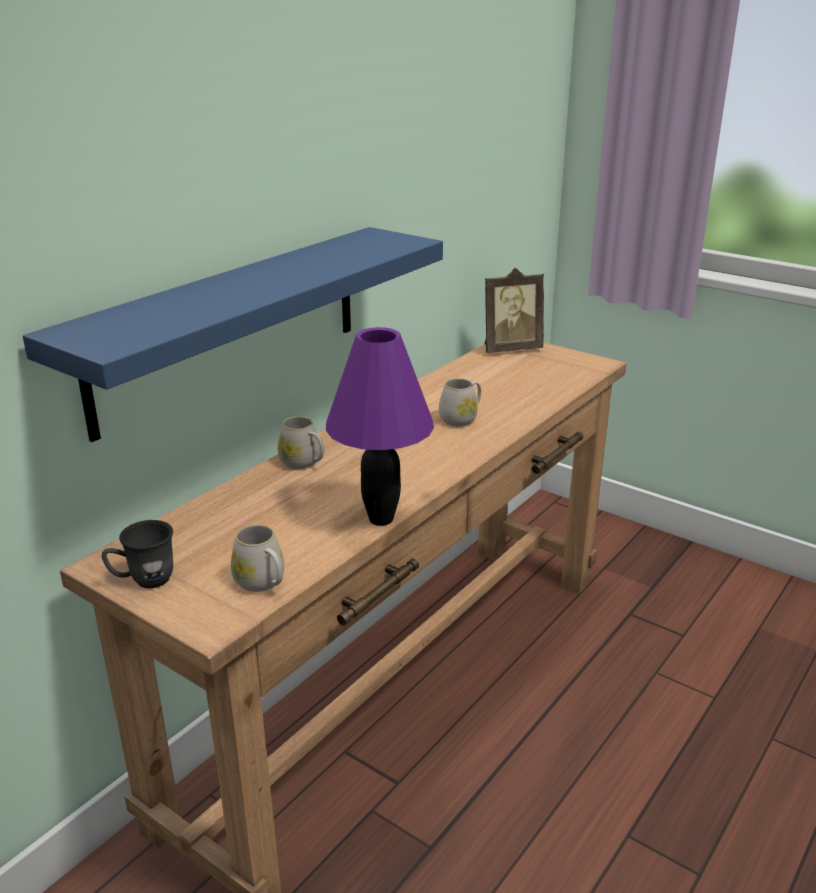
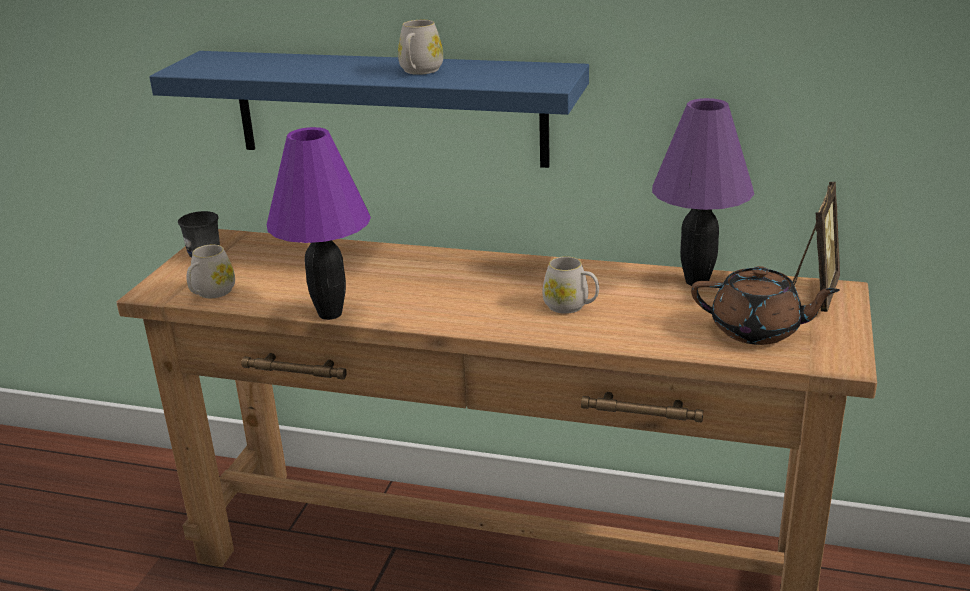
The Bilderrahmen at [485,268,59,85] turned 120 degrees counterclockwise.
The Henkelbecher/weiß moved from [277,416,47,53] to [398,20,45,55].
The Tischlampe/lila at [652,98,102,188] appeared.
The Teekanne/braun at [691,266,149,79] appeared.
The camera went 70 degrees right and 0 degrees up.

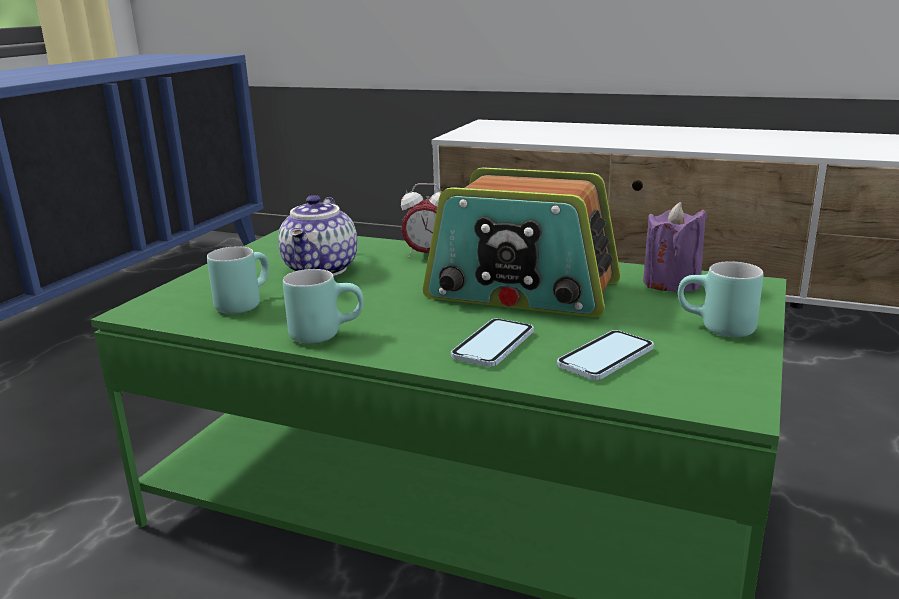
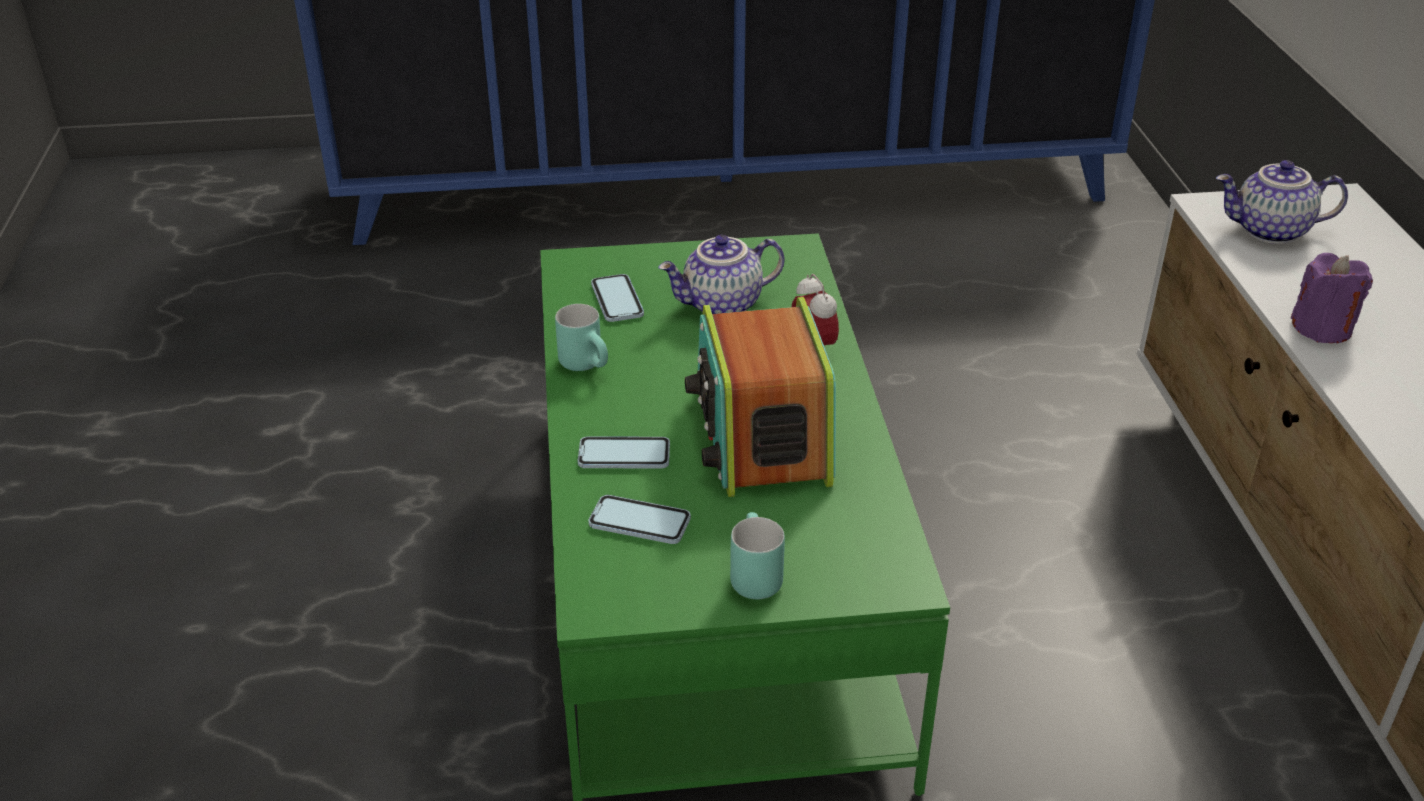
The Kerze/lila moved from [643,202,64,90] to [1291,253,82,90].
The Henkelbecher/türkis at [207,246,62,68] was replaced by the Handy at [591,274,53,48].
The Teekanne at [1216,160,132,84] appeared.
The camera went 60 degrees right and 15 degrees up.

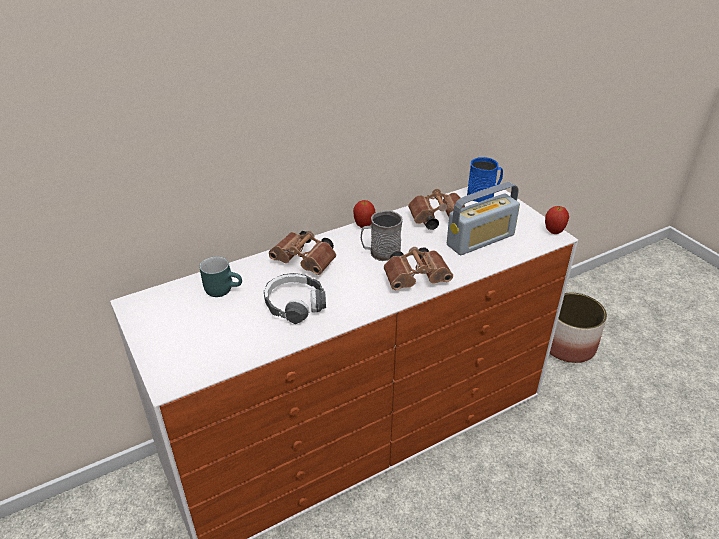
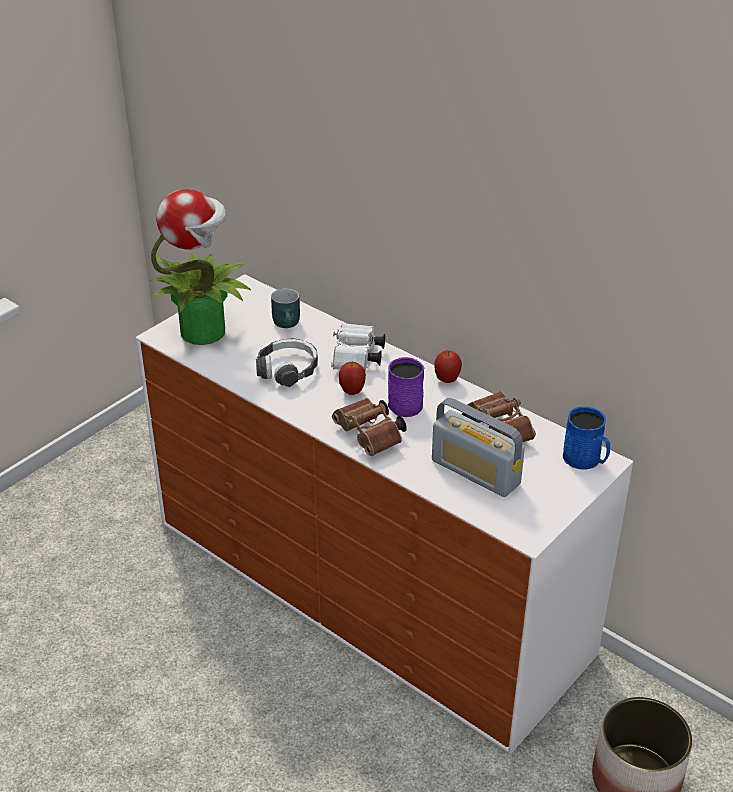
The Apfel moved from [545,206,24,28] to [339,362,27,33].
The Henkelbecher/grau at [361,210,42,51] became the Henkelbecher/lila at [388,357,37,60].
The Fernglas/braun at [269,231,67,44] became the Fernglas/weiß at [331,323,54,48].
The Topfpflanze at [150,189,101,156] appeared.
The camera went 70 degrees right and 0 degrees up.

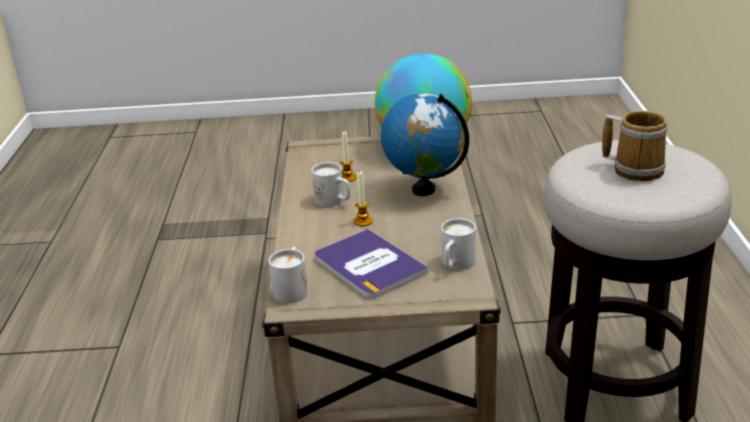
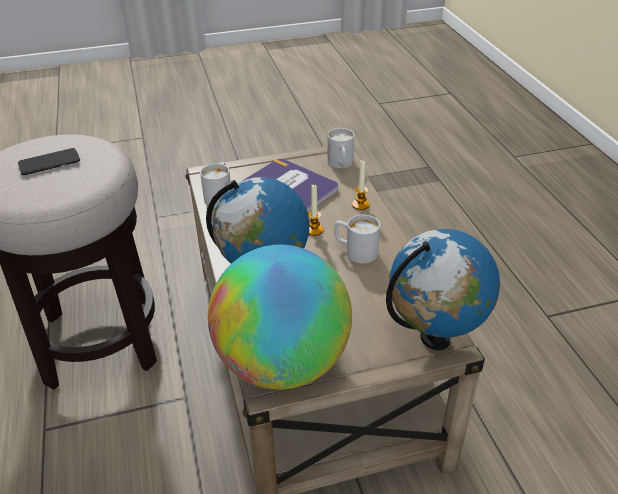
The Henkelbecher at [602,111,66,70] was replaced by the Handy at [18,148,62,27].
The Kerze moved from [340,132,16,50] to [352,160,18,50].
The Globus at [386,229,114,122] appeared.
The camera went 165 degrees right and 10 degrees up.

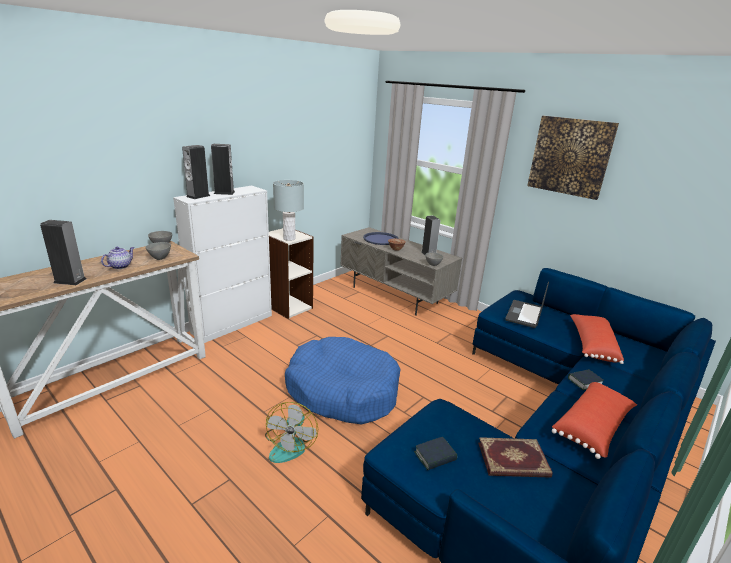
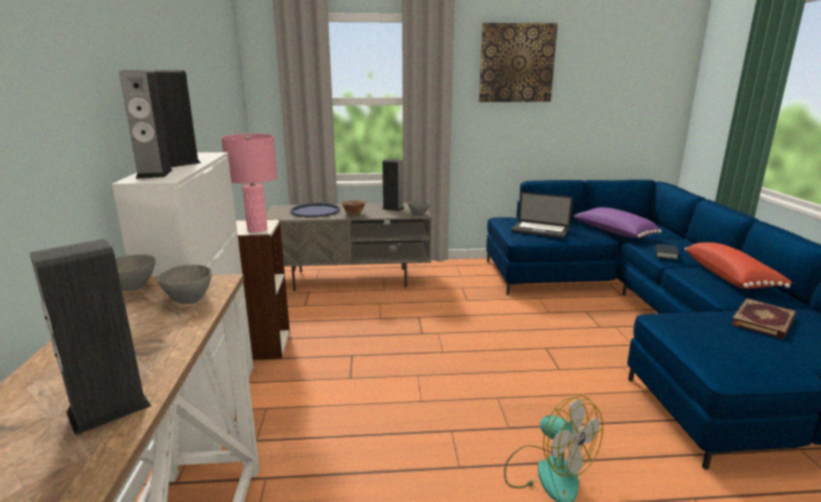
The Tischlampe/grau at [273,180,31,61] became the Tischlampe/rosa at [221,134,56,99].
The Teekanne at [101,247,33,22] disappeared.
The Laptop at [505,281,44,47] turned 45 degrees counterclockwise.
The Kissen/rot at [570,314,54,50] became the Kissen/lila at [574,207,88,31].
The Hundebett/blau at [285,337,116,87] disappeared.
The Buch at [414,437,43,33] disappeared.
The camera went 45 degrees left and 5 degrees down.

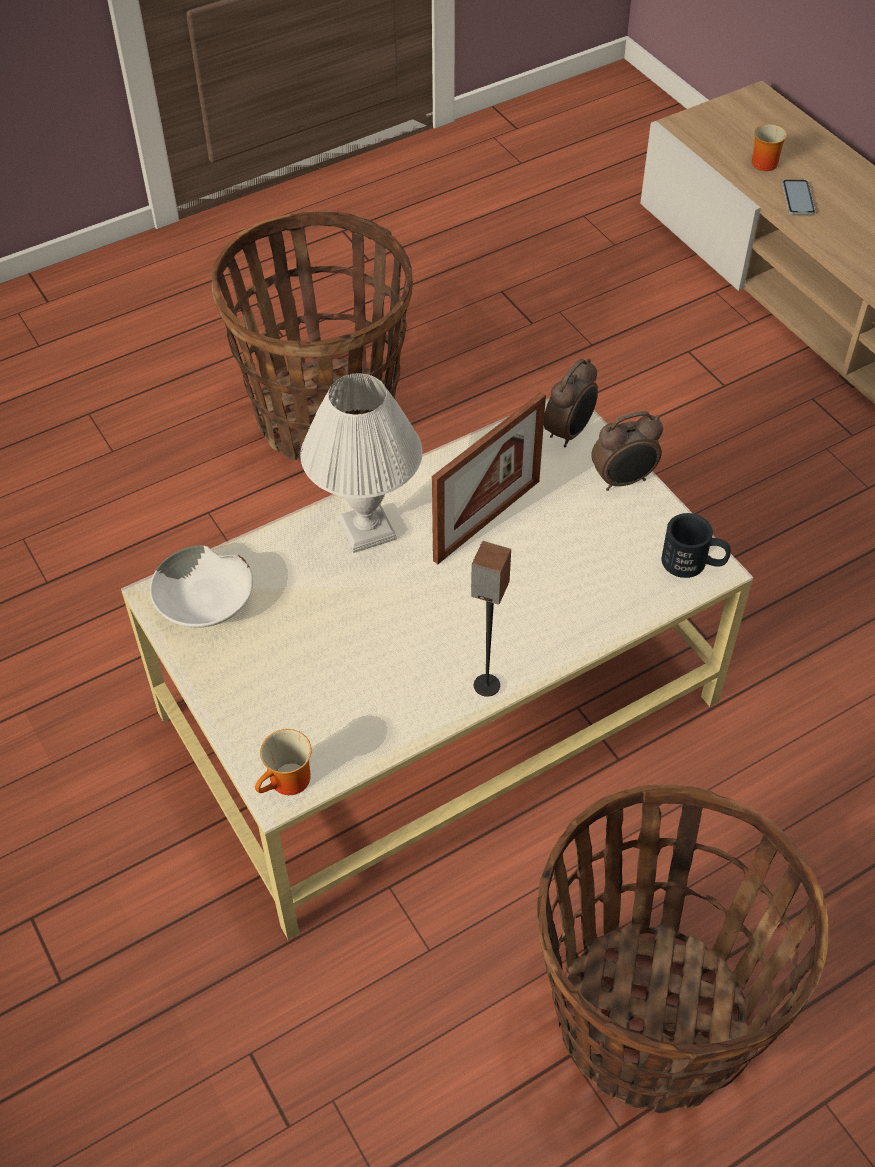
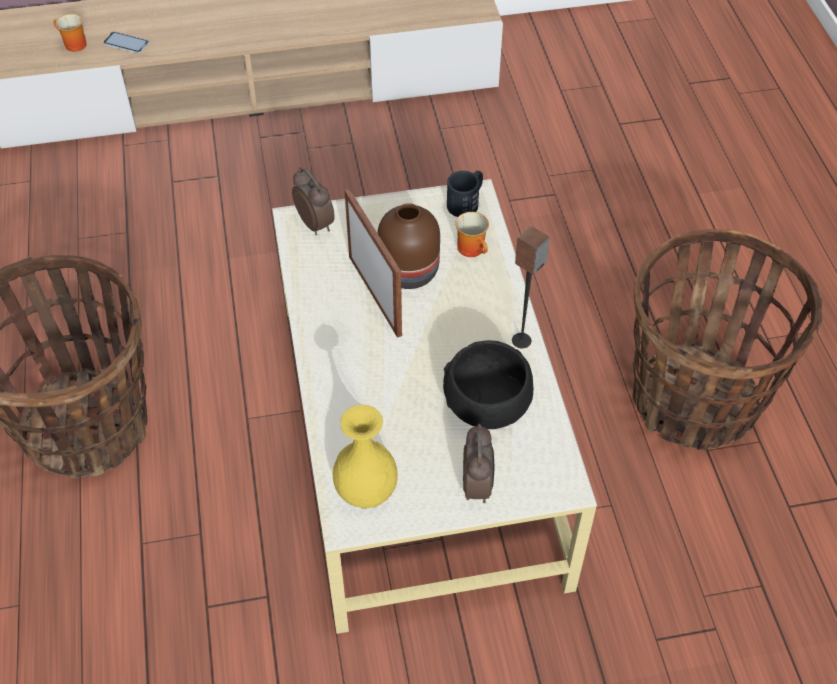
The Tischlampe/weiß at [300,373,123,180] disappeared.
The Wecker moved from [591,411,72,80] to [463,424,32,79].
The Schüssel/weiß at [150,545,103,83] was replaced by the Vase/gelb at [333,405,65,103].
The Henkelbecher moved from [255,729,57,66] to [455,212,34,45].
The Vase/braun at [377,203,63,86] appeared.
The Schüssel/schwarz at [443,340,90,89] appeared.
The camera went 70 degrees left and 0 degrees up.

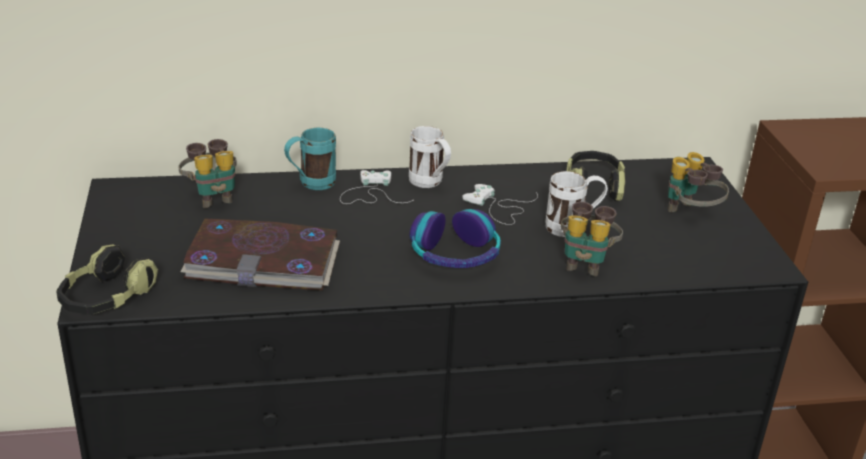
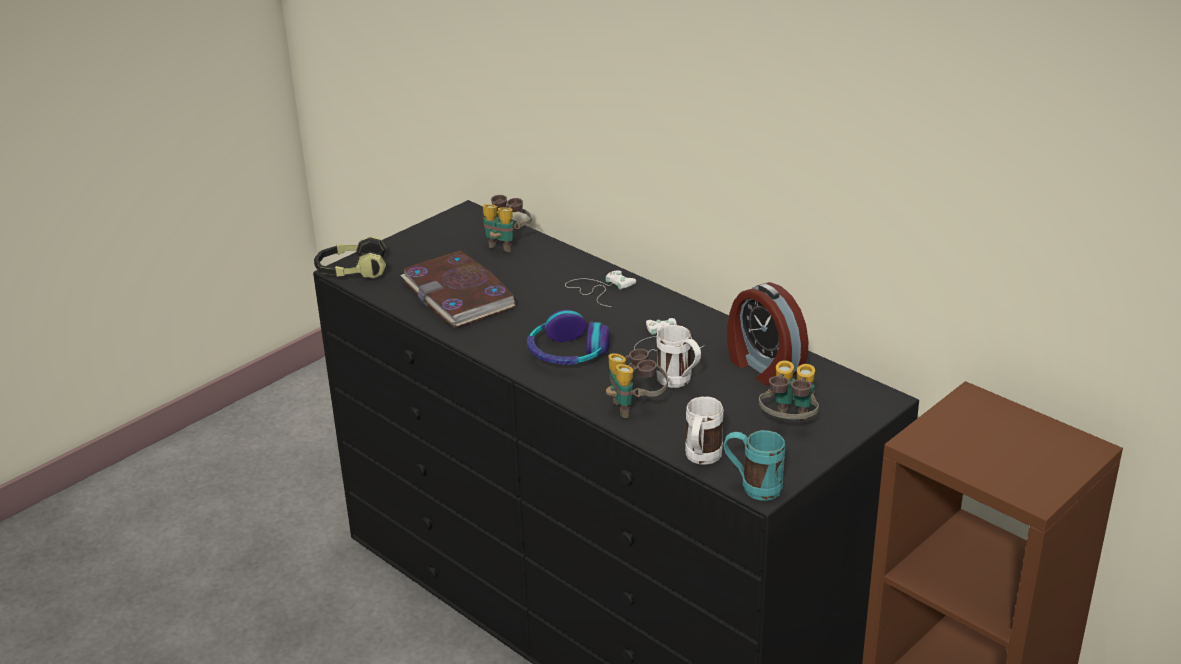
The Henkelbecher/weiß moved from [409,126,42,62] to [685,396,39,69].
The Henkelbecher/türkis moved from [284,127,52,63] to [723,430,62,71].
The Kopfhörer at [566,151,59,50] was replaced by the Wecker at [727,282,82,104].
The camera went 55 degrees right and 0 degrees up.

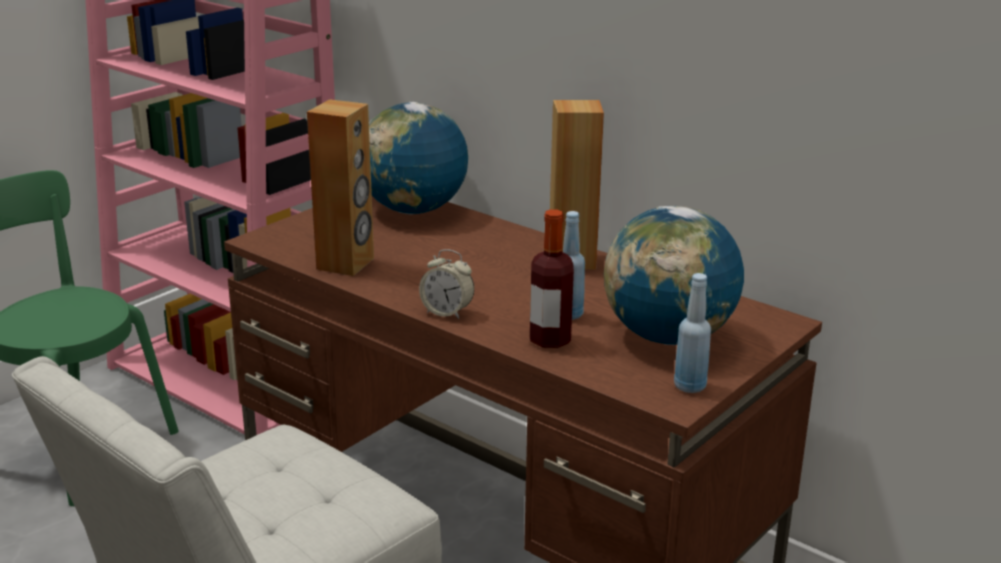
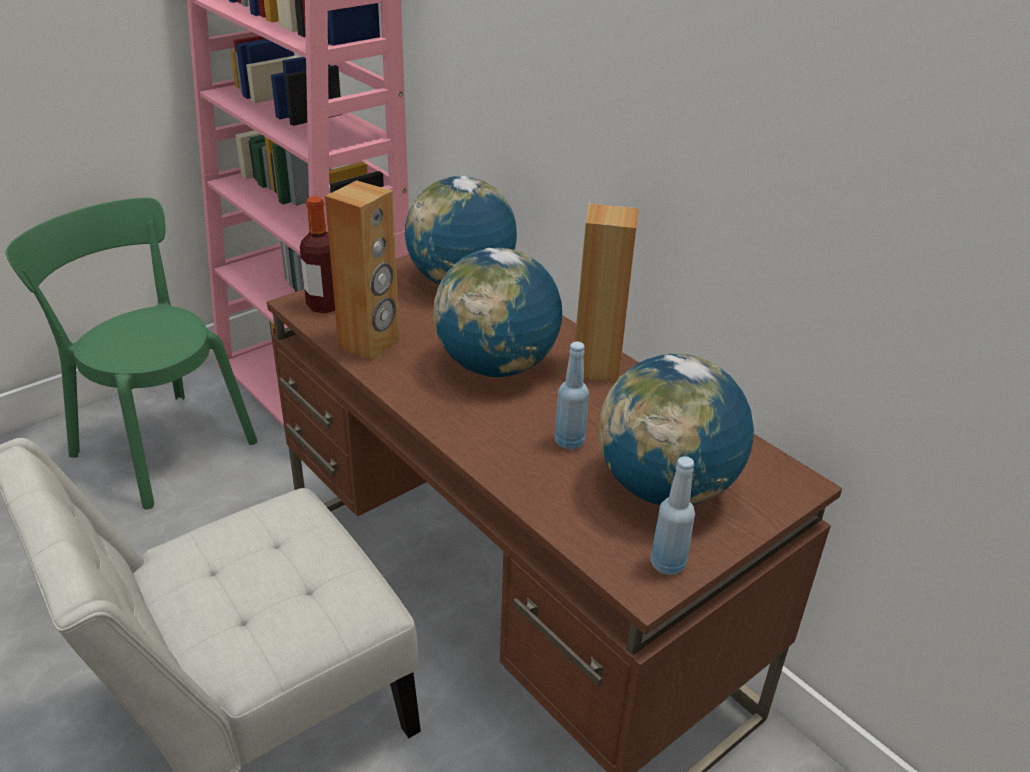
The Flasche moved from [530,209,44,139] to [300,196,35,117].
The Wecker at [419,249,55,70] disappeared.
The Globus at [433,248,129,129] appeared.
The camera went 10 degrees right and 10 degrees up.

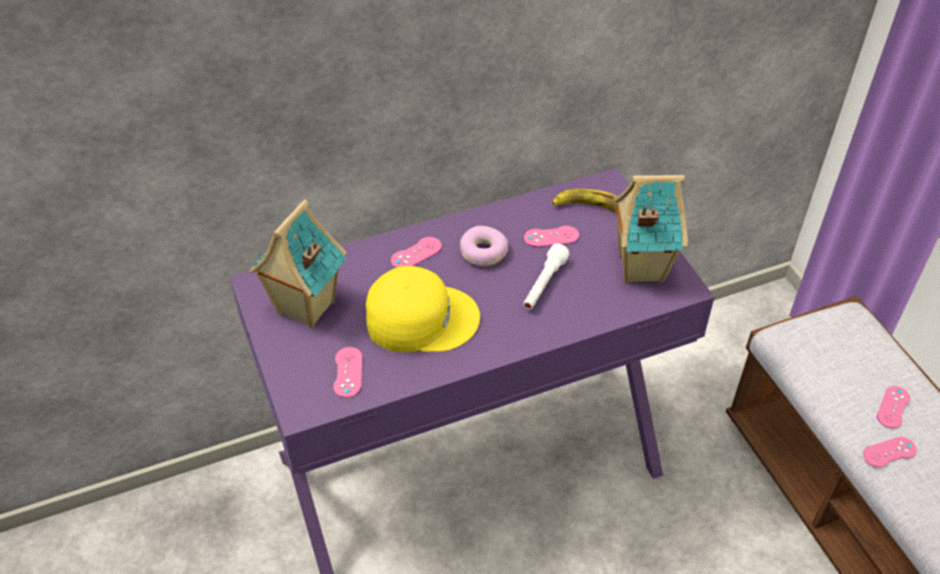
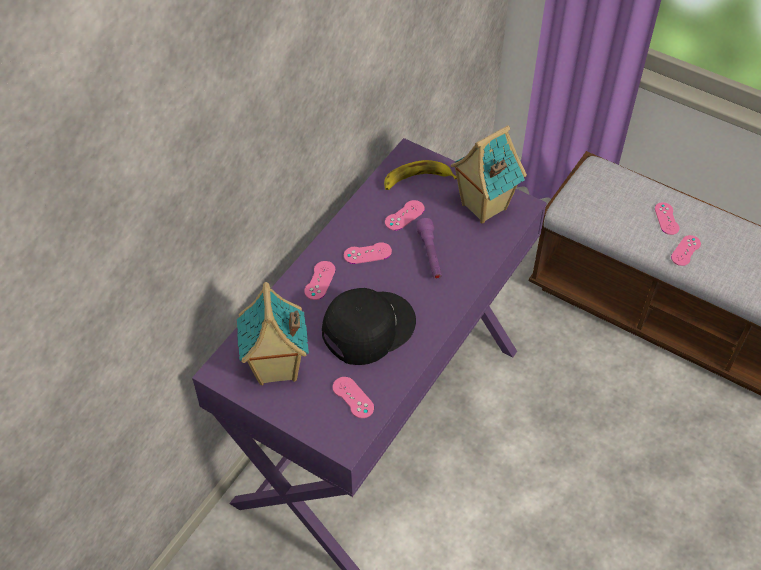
The Donut at [460,226,48,40] was replaced by the Gamepad/rosa at [344,242,48,22].
The Taschenlampe/weiß at [523,244,46,65] became the Taschenlampe/lila at [416,218,26,61].
The Kappe/gelb at [366,266,114,86] became the Kappe/schwarz at [322,288,94,77].
The camera went 35 degrees left and 5 degrees up.

